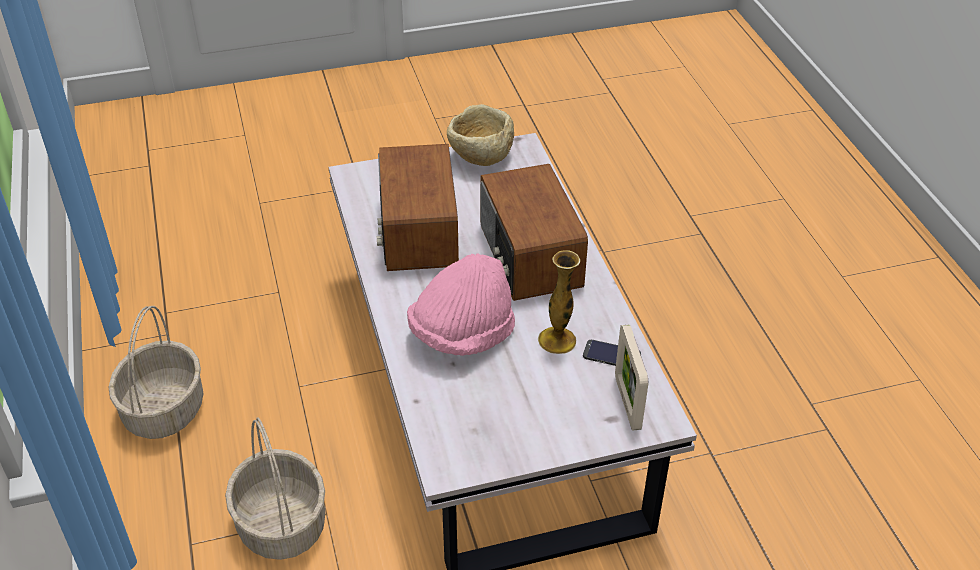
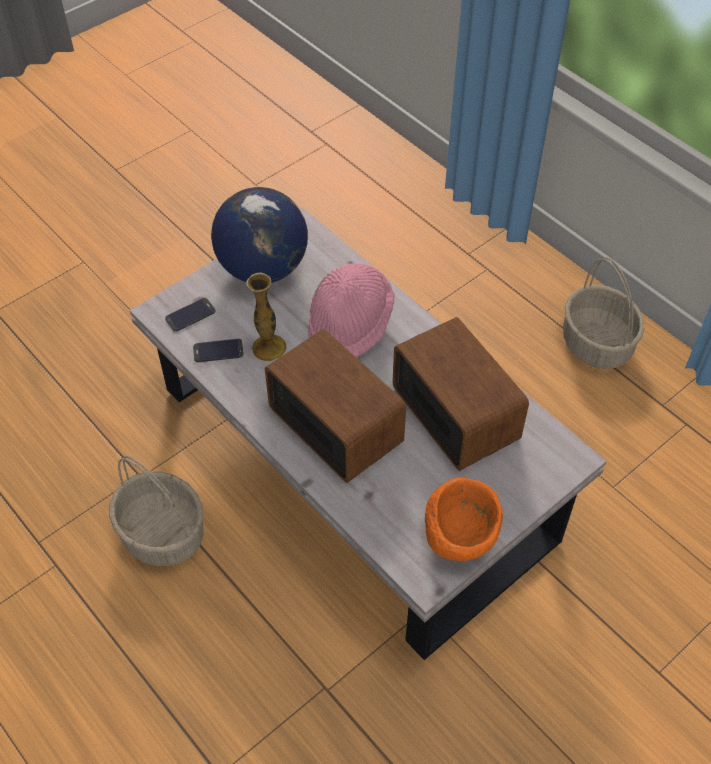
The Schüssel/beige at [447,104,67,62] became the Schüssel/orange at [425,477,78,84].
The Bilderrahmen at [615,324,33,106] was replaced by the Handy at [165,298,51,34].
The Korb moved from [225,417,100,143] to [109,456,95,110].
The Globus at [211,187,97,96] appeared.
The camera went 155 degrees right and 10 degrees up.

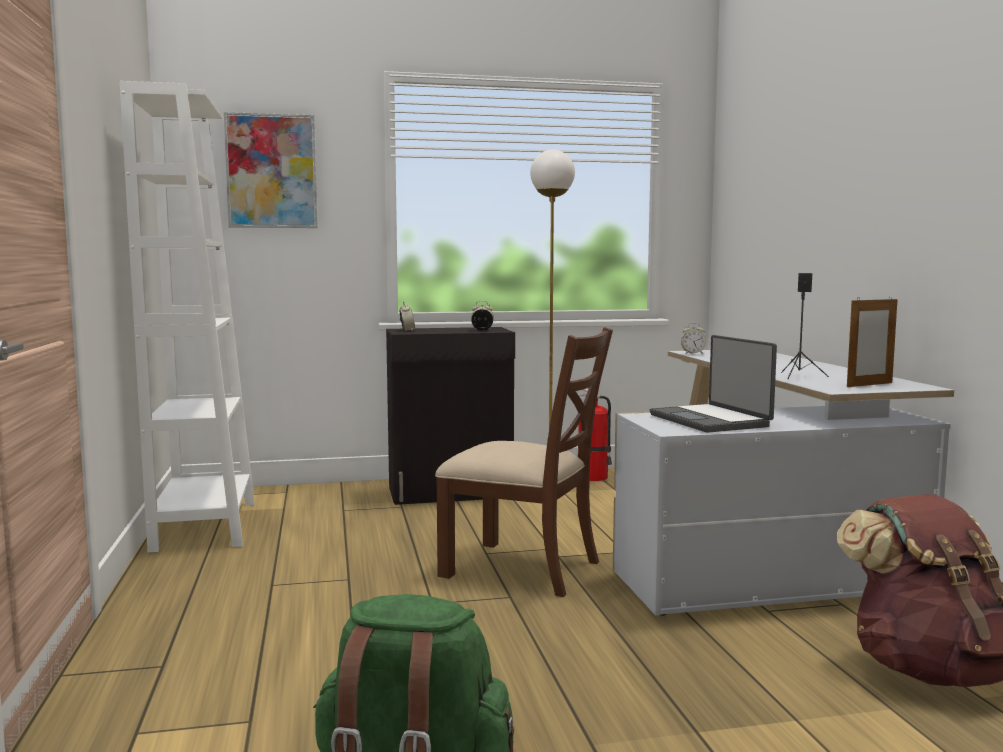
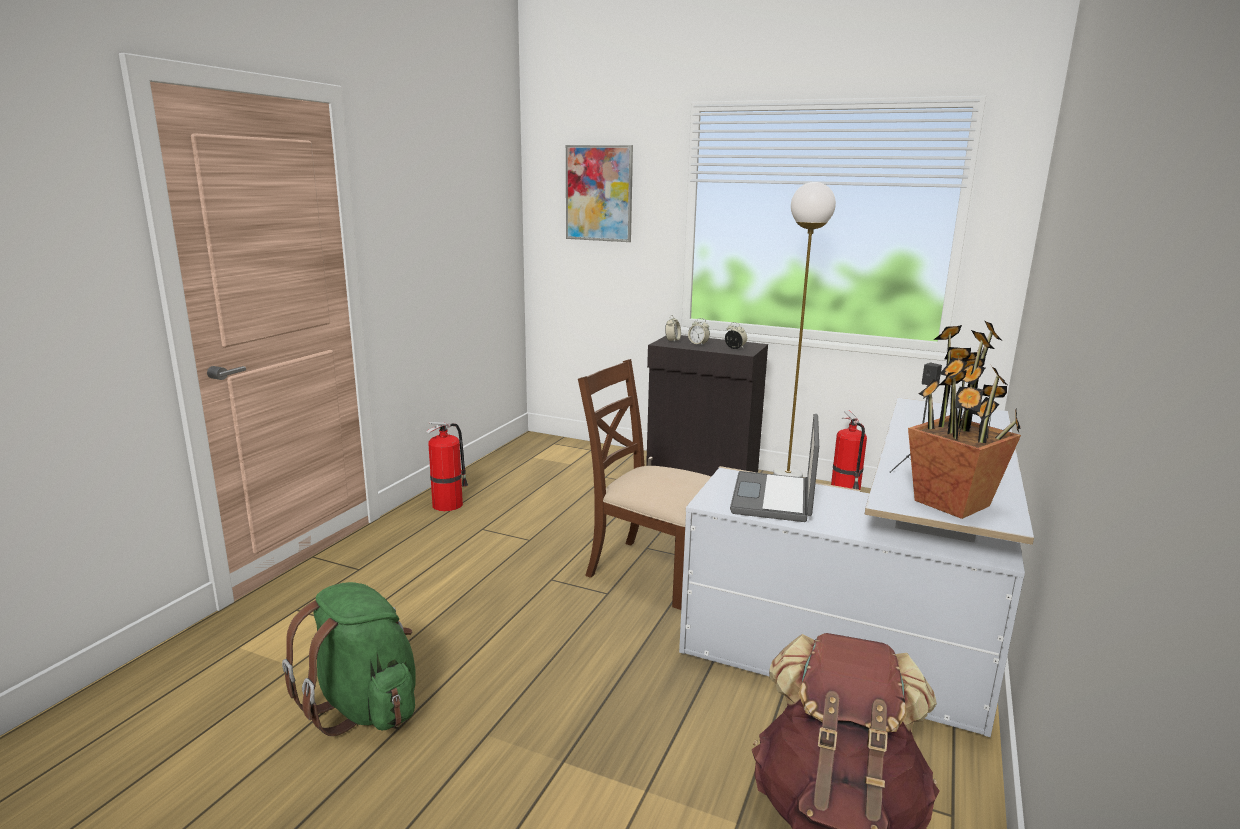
The Bücherregal/weiß at [120,81,135,472] disappeared.
The Bilderrahmen at [847,296,51,91] was replaced by the Topfpflanze at [908,320,113,199].
The Wecker moved from [681,323,26,31] to [688,318,22,28].
The Stuhl/braun at [435,327,178,270] turned 150 degrees clockwise.
The Feuerlöscher at [426,422,42,89] appeared.
The camera went 35 degrees right and 10 degrees up.

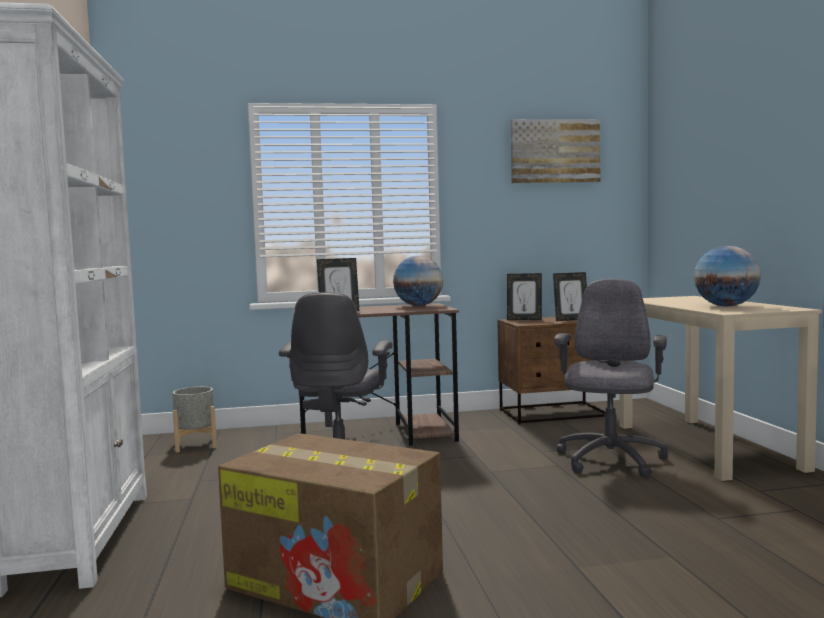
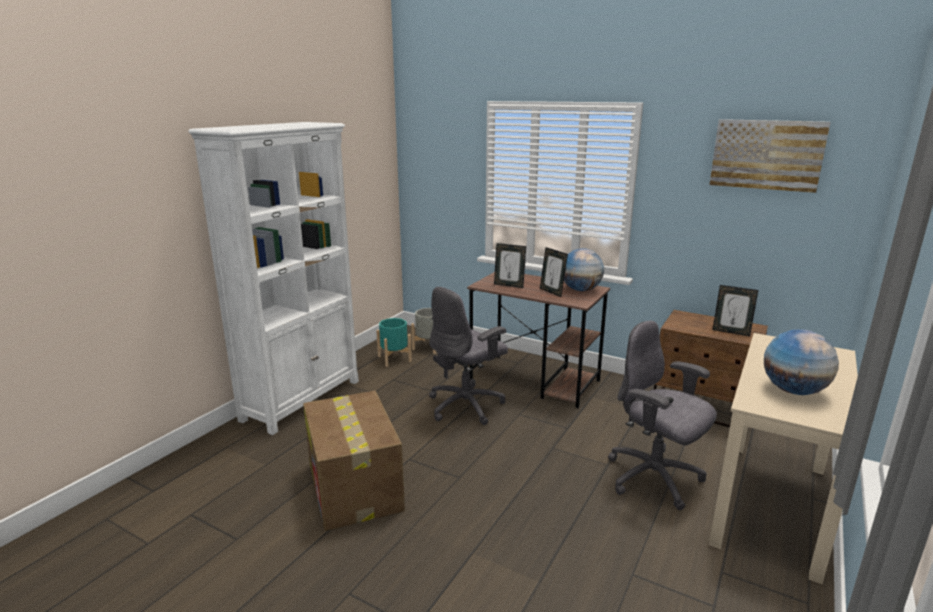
The Bilderrahmen moved from [507,273,35,47] to [540,247,28,50].
The Bürostuhl/grau at [554,279,114,199] turned 105 degrees counterclockwise.
The Pflanzkübel/türkis at [376,318,36,49] appeared.
The camera went 40 degrees right and 15 degrees up.

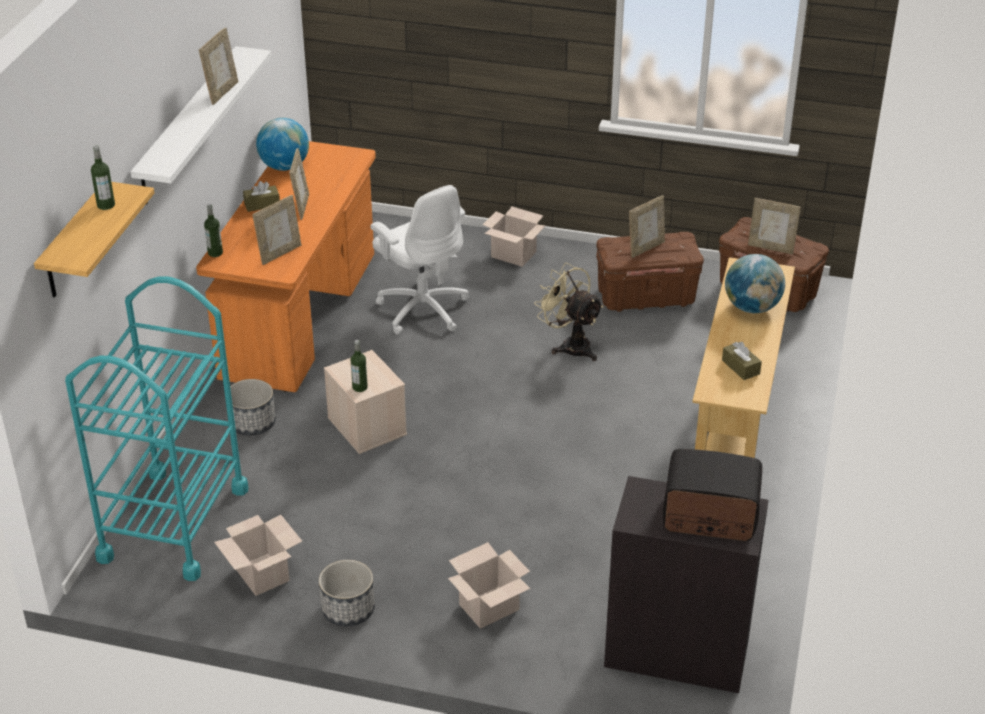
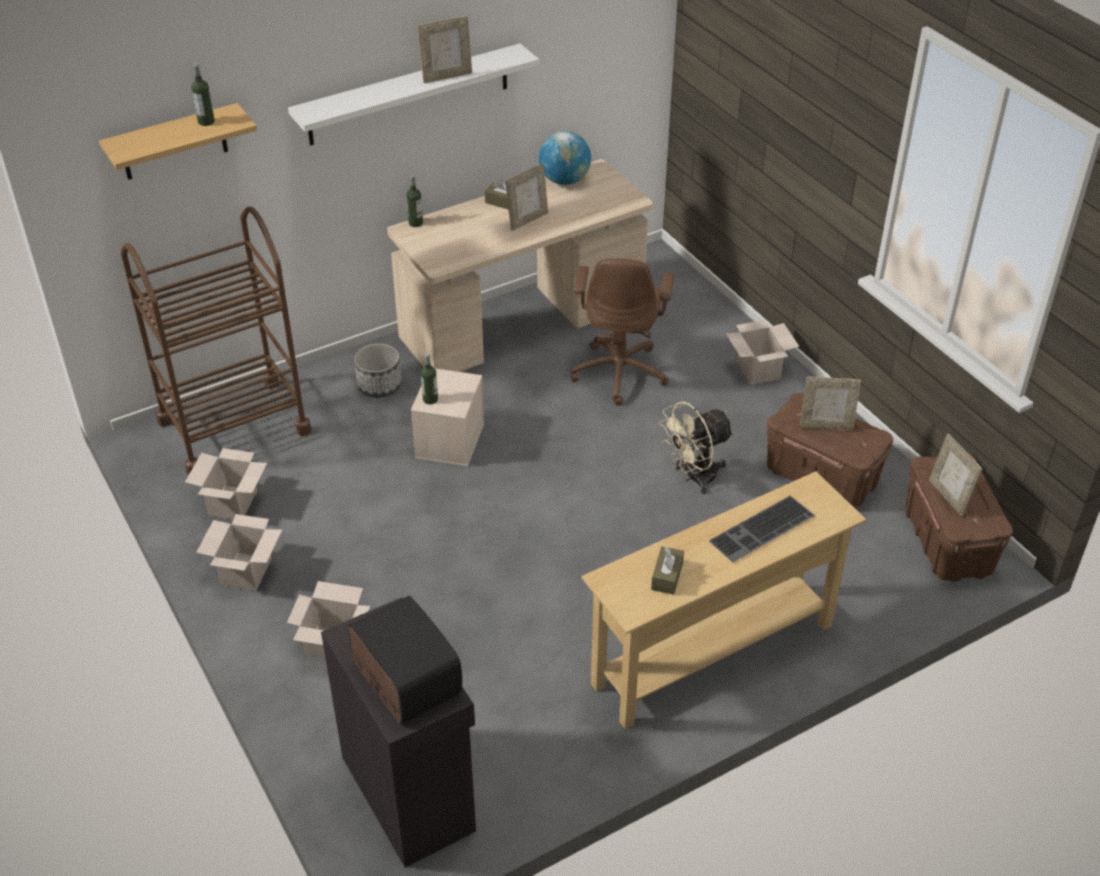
The Schreibtisch/orange at [196,141,180,251] became the Schreibtisch/beige at [387,159,266,213].
The Bürostuhl/weiß at [370,185,99,150] became the Bürostuhl/braun at [571,258,103,148].
The Bilderrahmen at [252,195,49,70] disappeared.
The Globus at [725,254,60,59] was replaced by the Tastatur at [709,496,106,66].
The Ventilator/beige at [534,263,70,98] turned 120 degrees counterclockwise.
The Rollwagen/türkis at [65,276,183,305] became the Rollwagen/braun at [121,206,191,269].
The Pflanzkübel at [319,560,56,66] was replaced by the Karton at [196,514,86,77].
The camera went 45 degrees right and 5 degrees up.

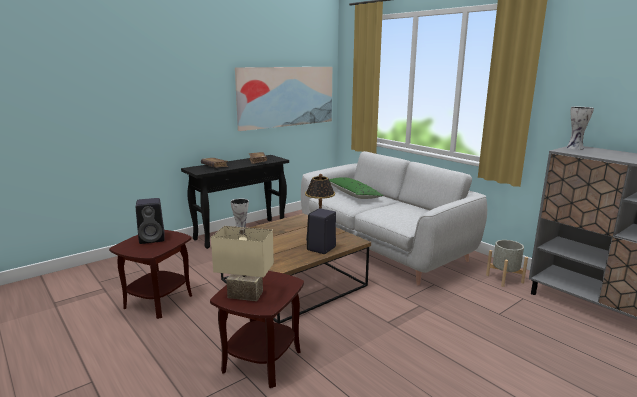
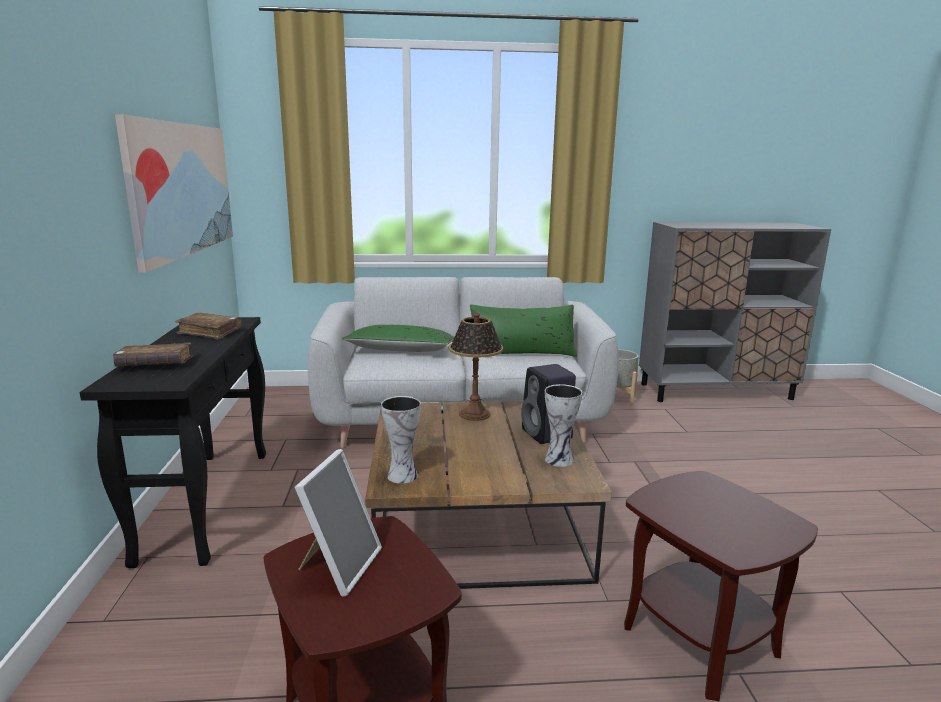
The Vase moved from [566,107,28,43] to [545,384,37,83].
The Lautsprecher/schwarz at [136,198,29,46] was replaced by the Bilderrahmen at [294,449,88,147].
The Tischlampe/beige at [211,226,63,75] disappeared.
The Kissen/grün at [470,305,107,52] appeared.
The camera went 55 degrees left and 0 degrees up.

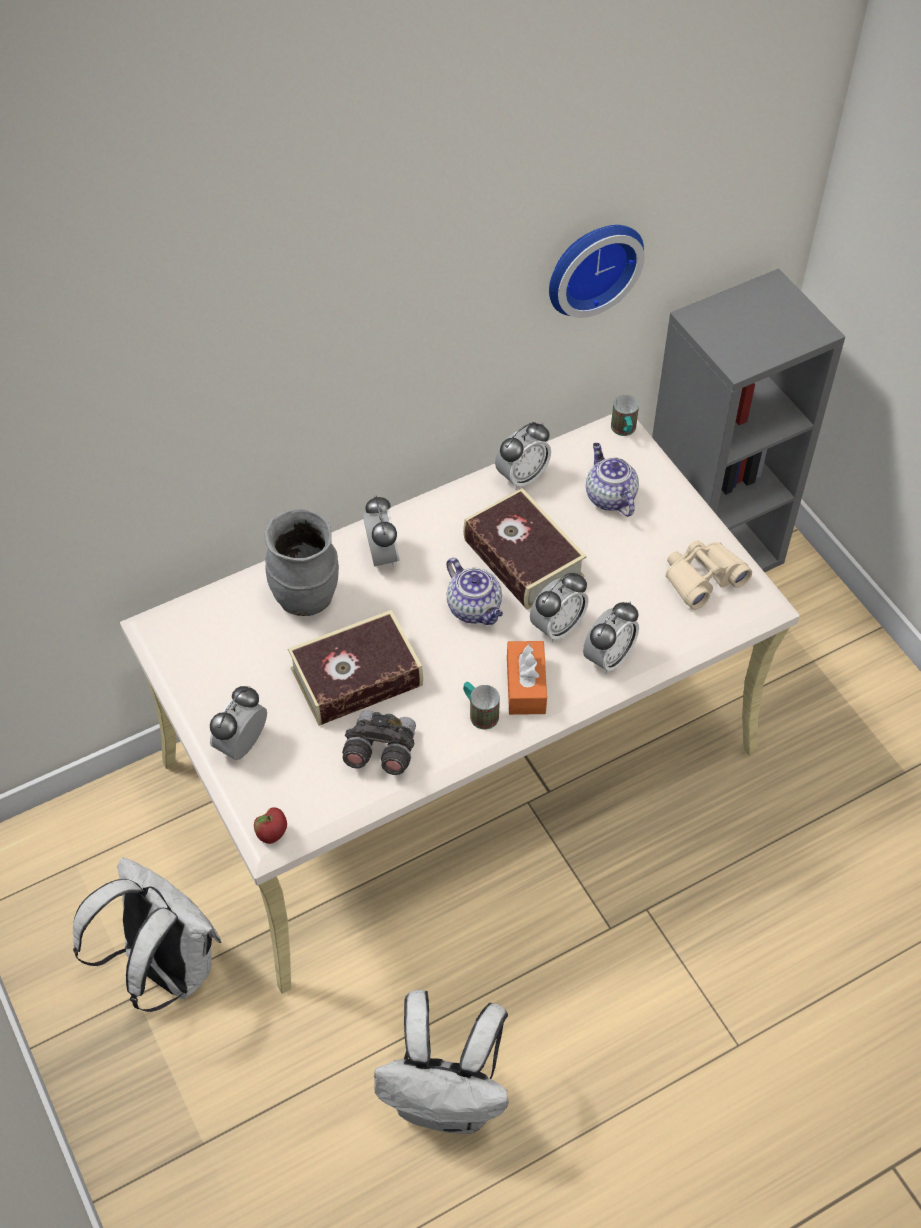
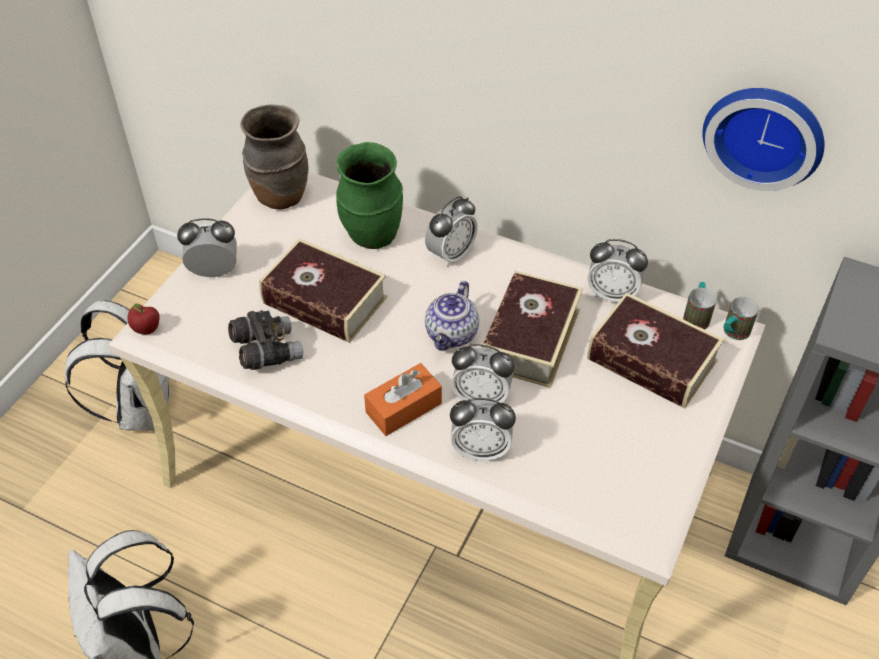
The Teekanne at [586,443,53,74] was replaced by the Buch at [587,292,137,117].
The Vase/grau at [265,509,74,107] became the Vase/grün at [336,142,67,107].
The Fernglas/beige at [666,541,86,69] disappeared.
The Henkelbecher moved from [463,682,37,48] to [683,282,34,48].
The Vase/braun at [240,104,68,105] appeared.
The camera went 55 degrees right and 5 degrees down.

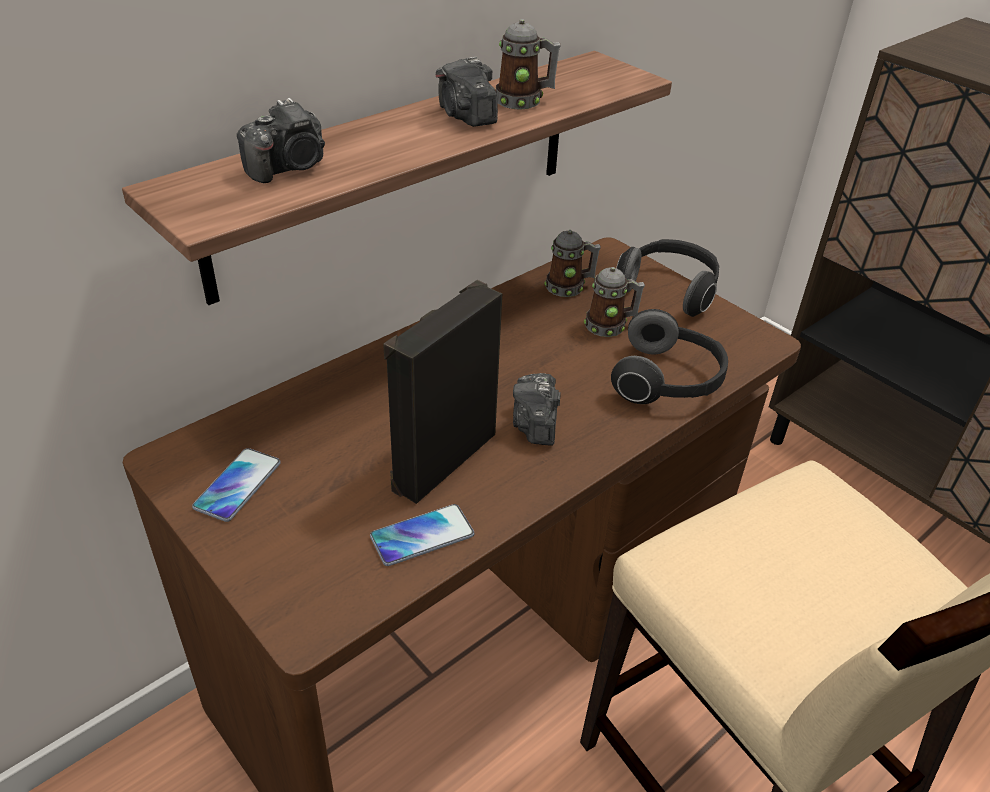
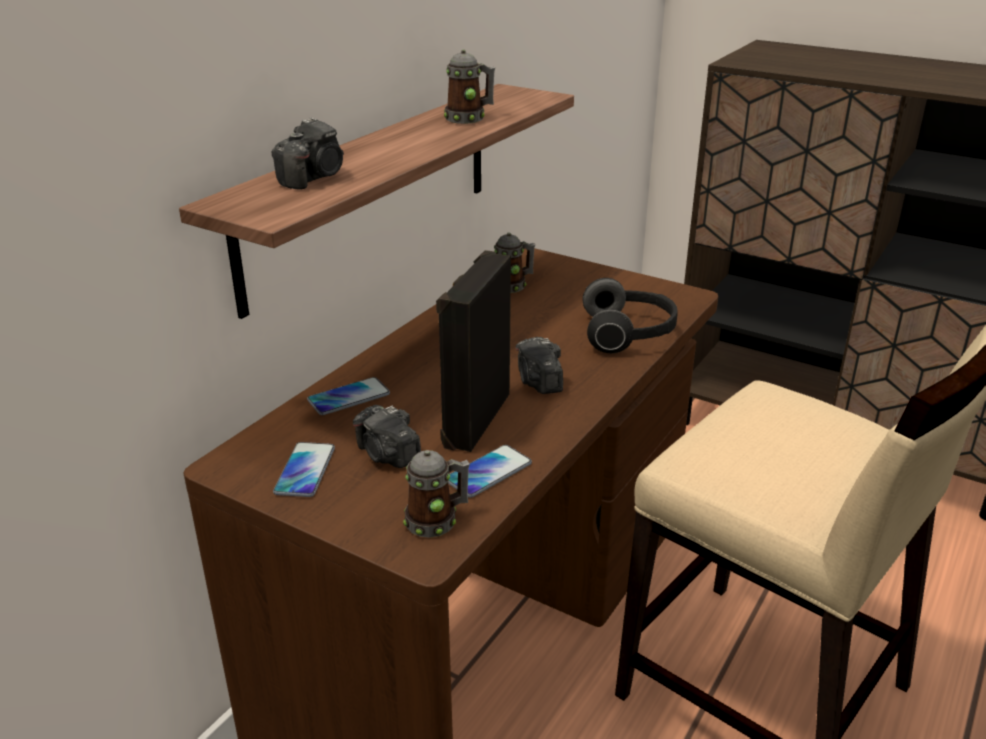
The Kamera moved from [436,57,62,70] to [353,405,68,63].
The Kopfhörer at [616,239,103,78] disappeared.
The Henkelbecher moved from [584,267,61,70] to [403,450,67,88].
The Handy at [307,377,83,38] appeared.
The camera went 15 degrees left and 10 degrees down.

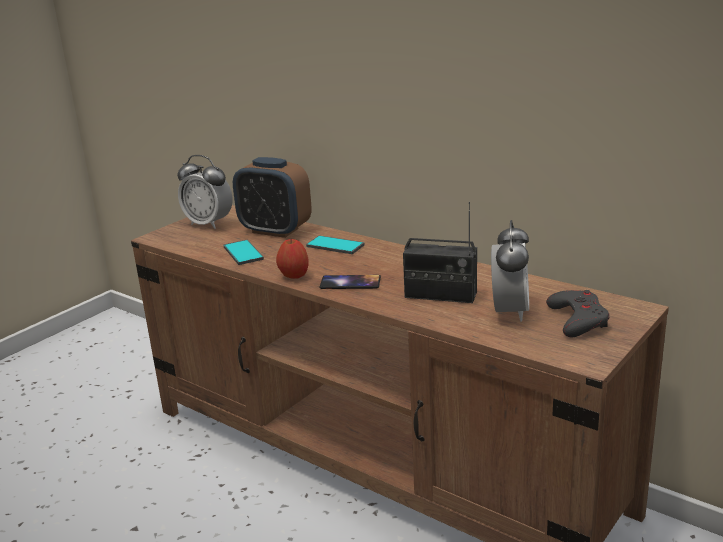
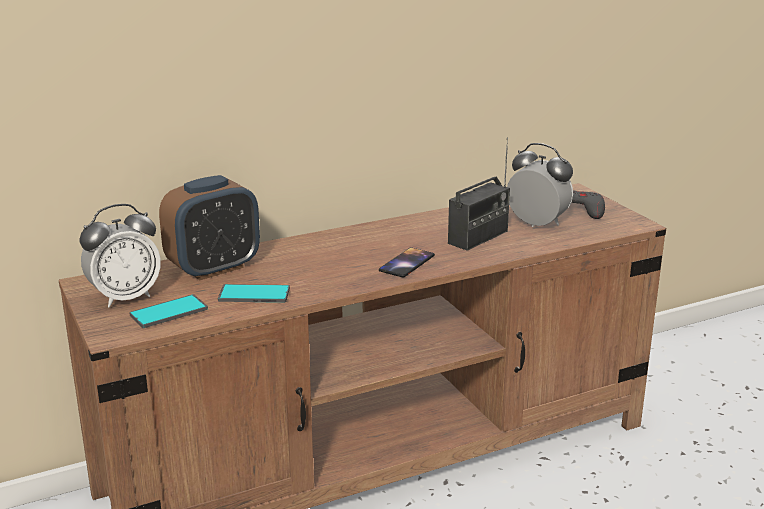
The Handy moved from [306,236,59,18] to [129,294,79,34].
The Apfel at [276,239,33,40] disappeared.
The camera went 65 degrees left and 0 degrees up.

